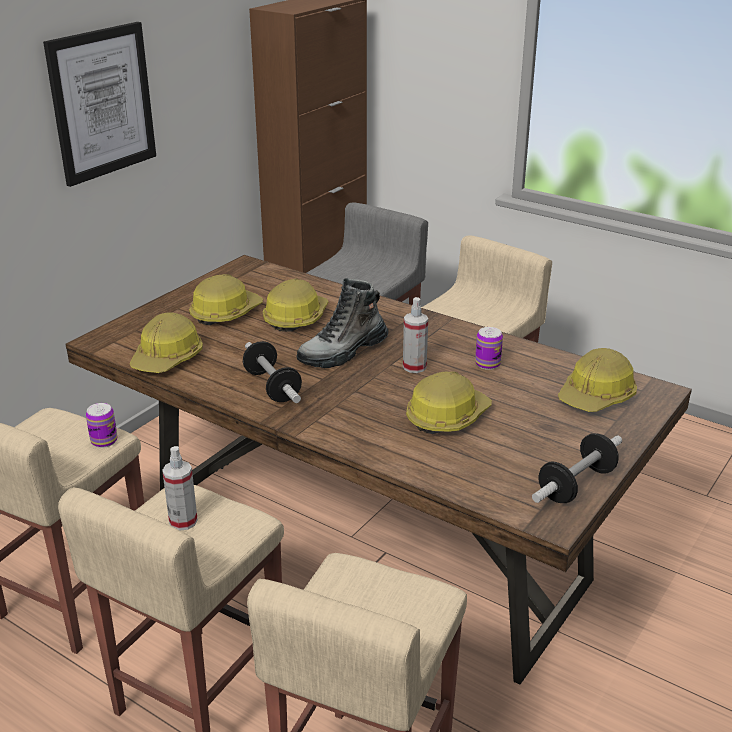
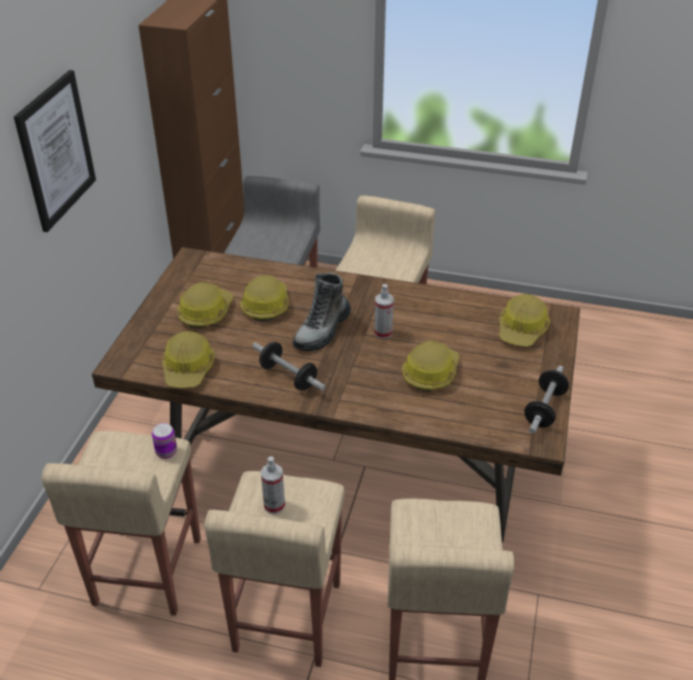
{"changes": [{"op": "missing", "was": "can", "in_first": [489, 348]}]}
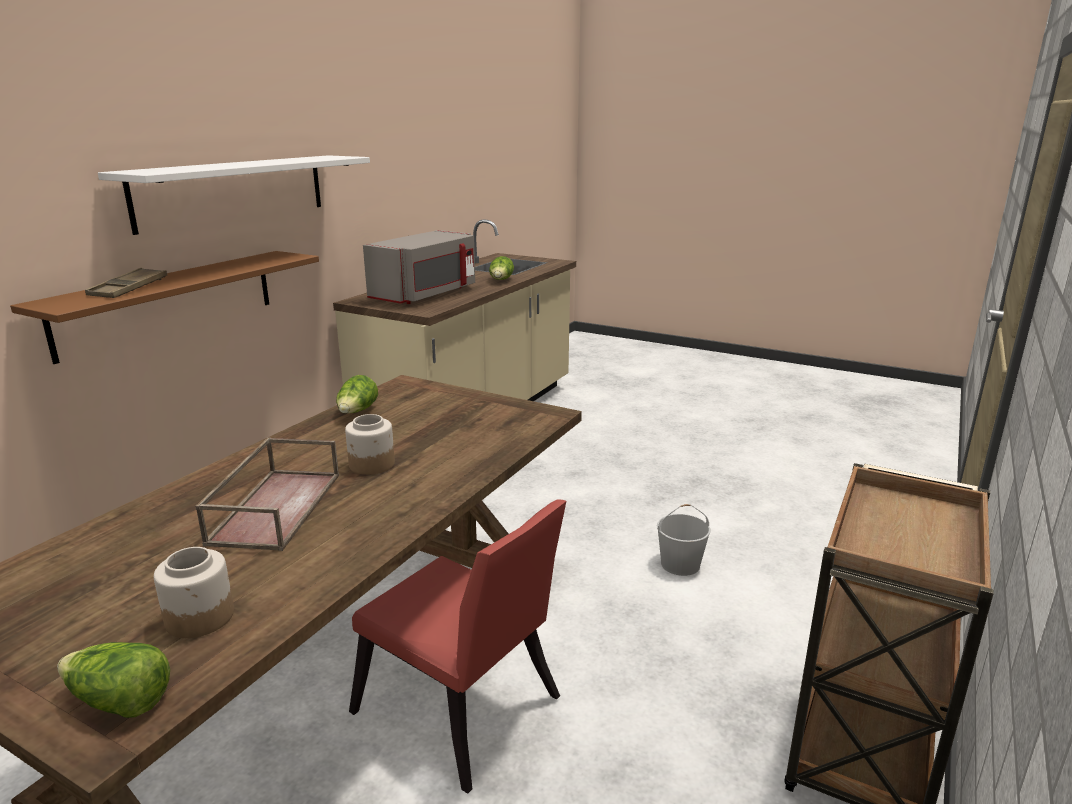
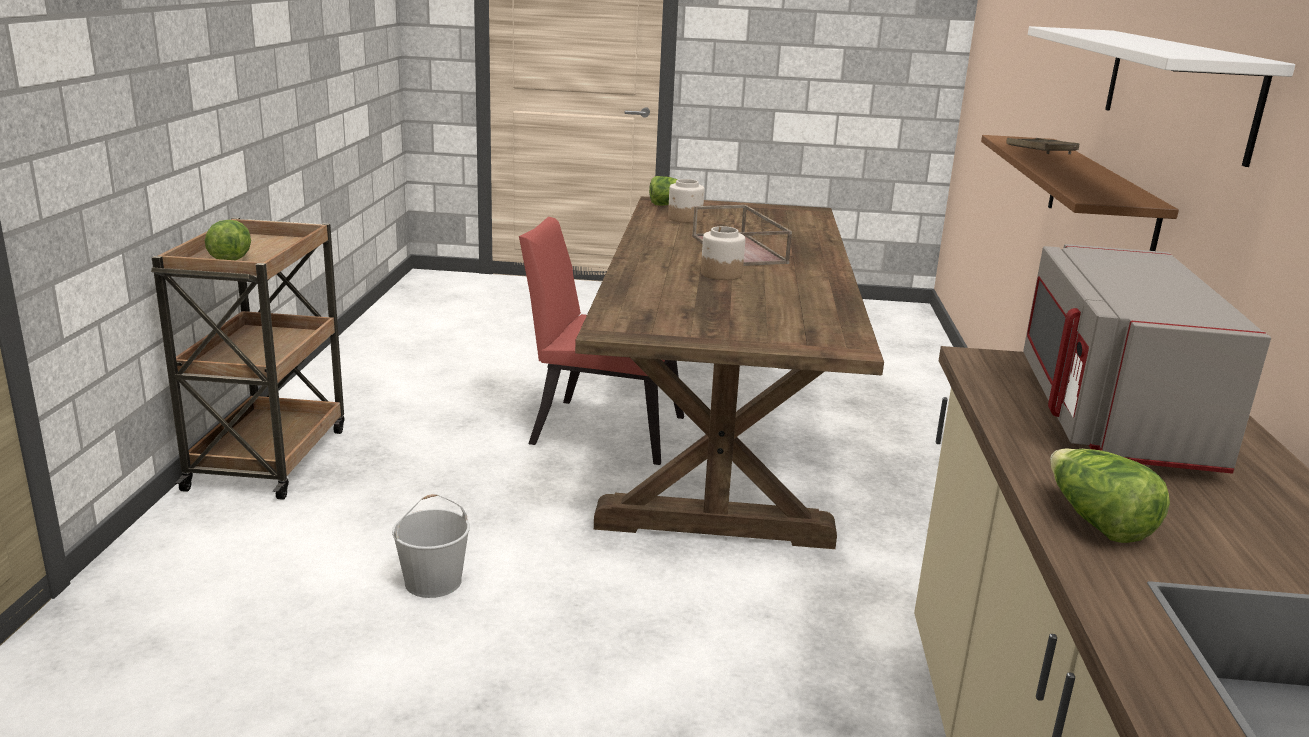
{"changes": [{"op": "relocated", "was": "lettuce", "in_first": [357, 394], "in_second": [227, 240]}]}
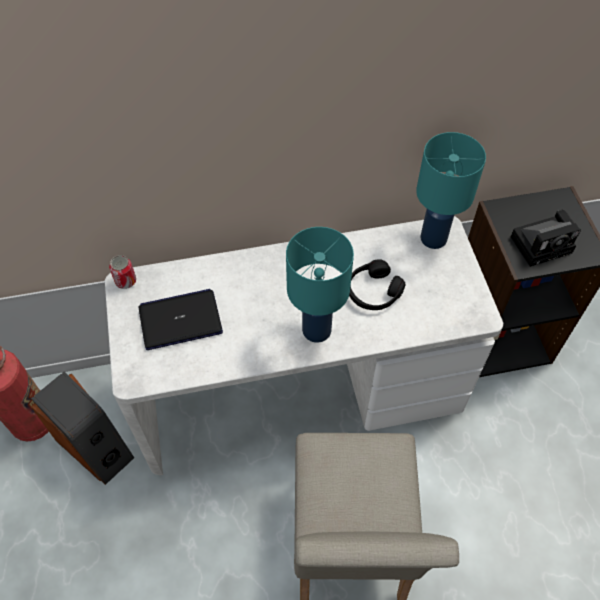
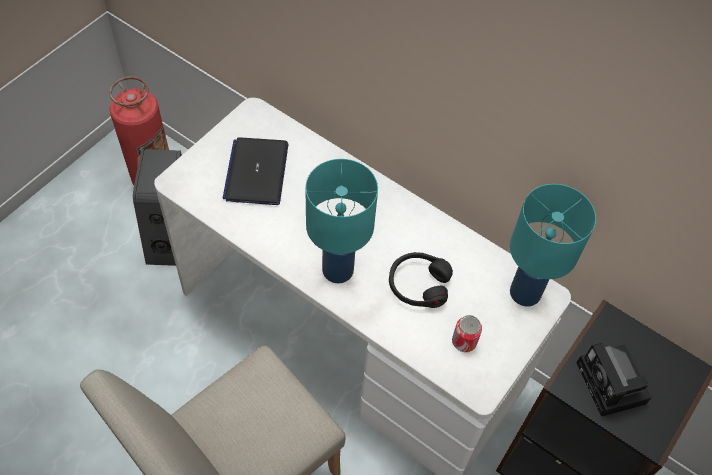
{"changes": [{"op": "spun", "was": "photo camera", "in_first": [546, 238], "in_second": [614, 380], "clockwise": 45}, {"op": "relocated", "was": "can", "in_first": [122, 272], "in_second": [467, 333]}, {"op": "spun", "was": "laptop", "in_first": [181, 319], "in_second": [255, 171], "clockwise": -120}]}
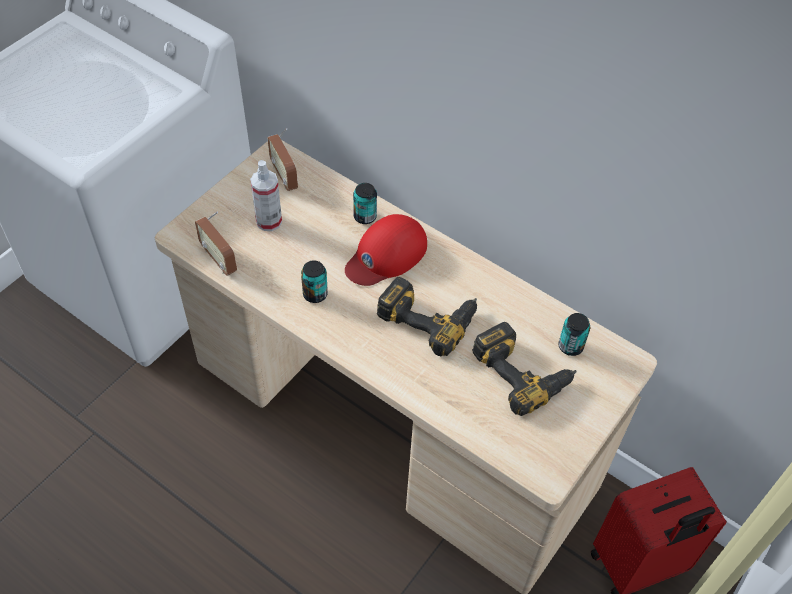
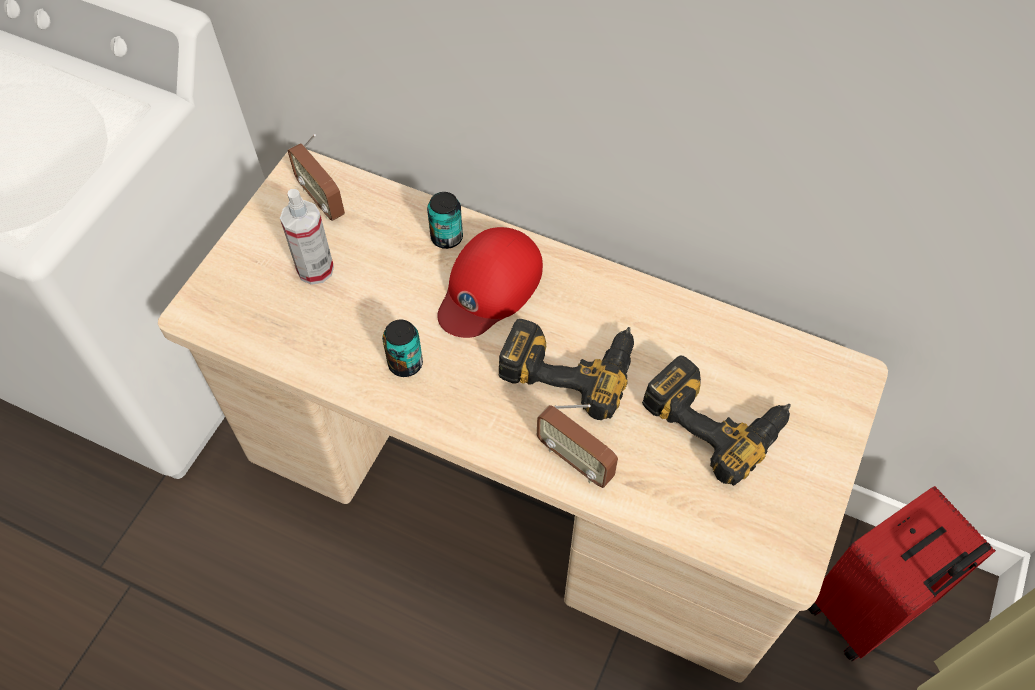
{"changes": [{"op": "relocated", "was": "radio", "in_first": [216, 244], "in_second": [577, 446]}, {"op": "missing", "was": "can", "in_first": [574, 334]}]}
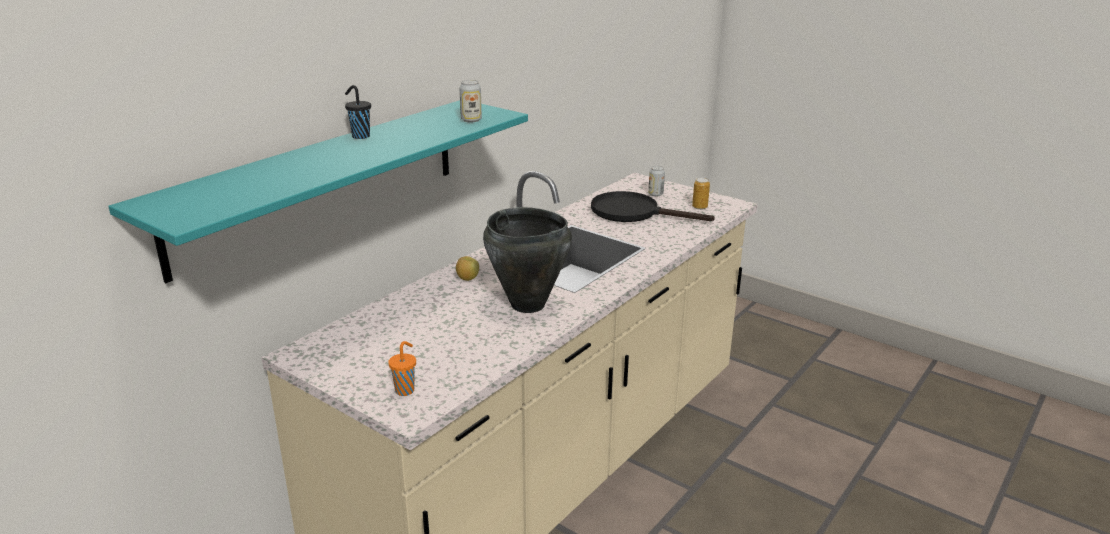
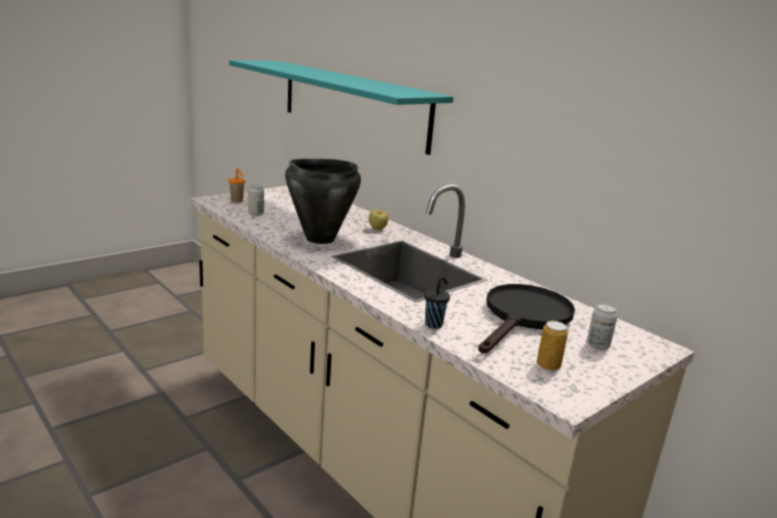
{"changes": [{"op": "relocated", "was": "can", "in_first": [470, 101], "in_second": [256, 200]}, {"op": "relocated", "was": "black cup", "in_first": [358, 112], "in_second": [437, 302]}]}
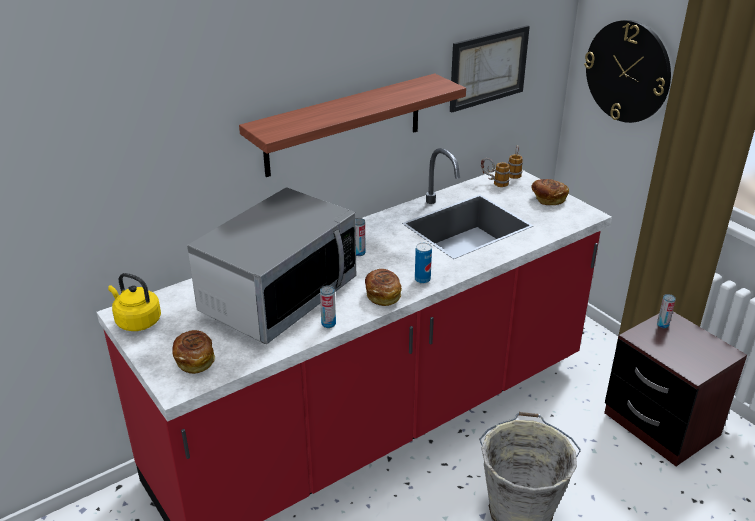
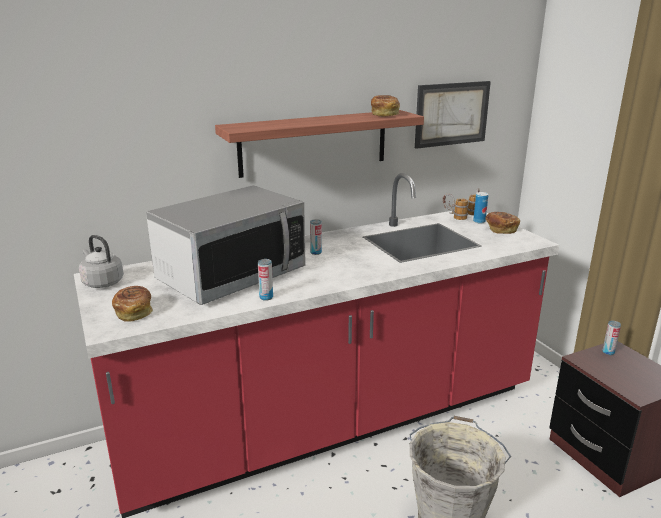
{"changes": [{"op": "missing", "was": "wall clock", "in_first": [627, 71]}, {"op": "relocated", "was": "can", "in_first": [423, 263], "in_second": [480, 208]}, {"op": "relocated", "was": "bread", "in_first": [383, 287], "in_second": [385, 106]}, {"op": "colour", "was": "yellow kettle", "now": "grey kettle", "in_first": [134, 302], "in_second": [101, 261]}]}
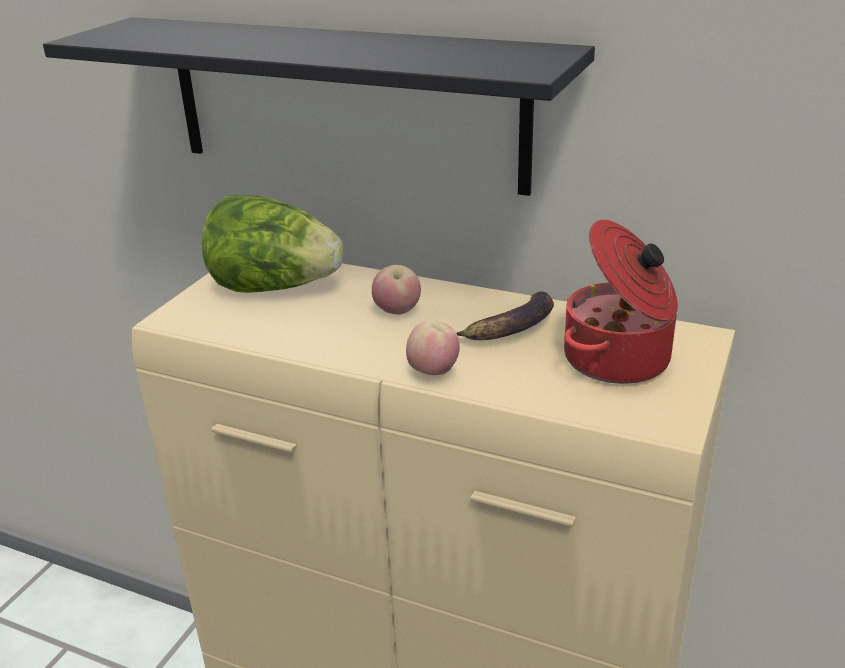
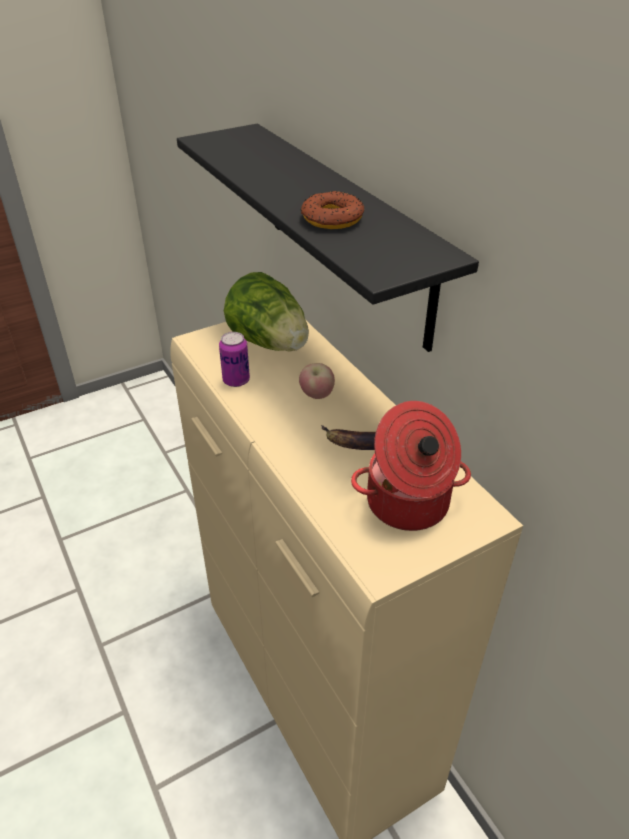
{"changes": [{"op": "missing", "was": "apple", "in_first": [433, 348]}, {"op": "appeared", "now": "donut", "in_second": [332, 210]}, {"op": "appeared", "now": "can", "in_second": [234, 359]}]}
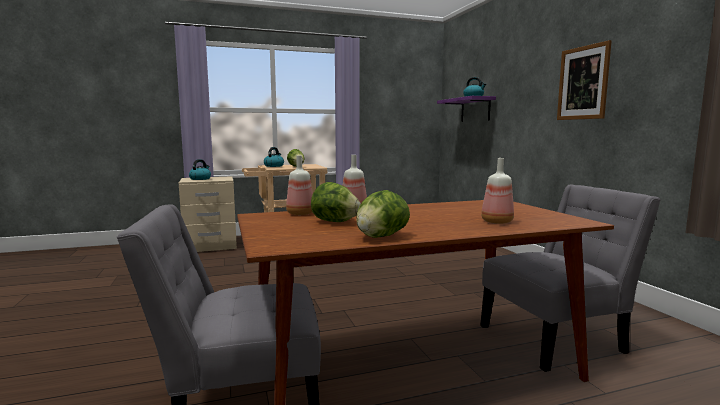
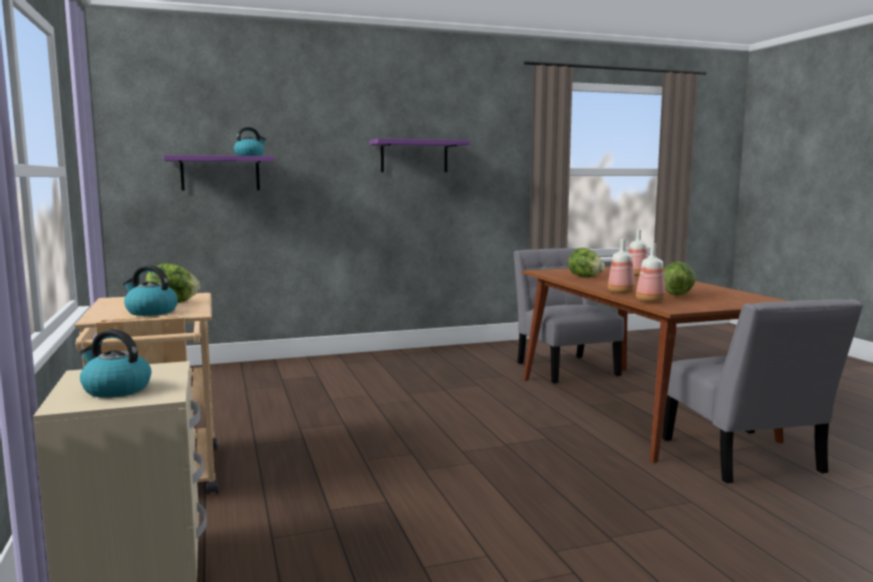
{"changes": [{"op": "exchanged", "was": "picture", "now": "purple shelf", "in_first": [584, 80], "in_second": [419, 155]}, {"op": "relocated", "was": "lettuce", "in_first": [383, 214], "in_second": [586, 262]}]}
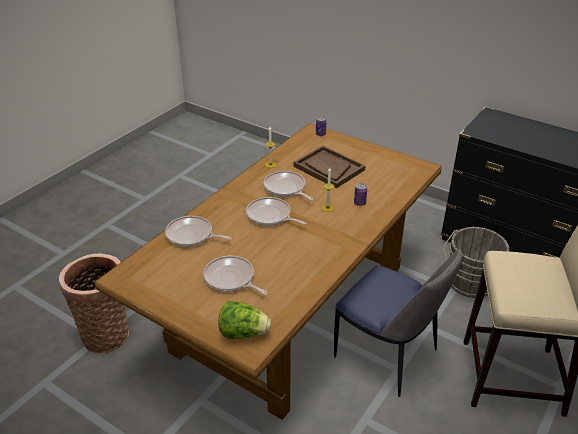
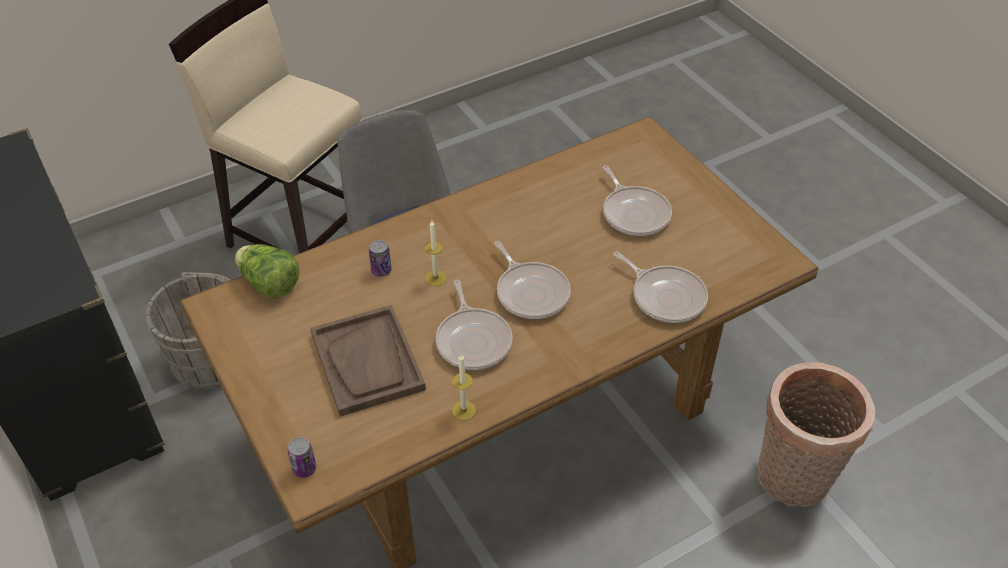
{"changes": [{"op": "relocated", "was": "lettuce", "in_first": [245, 320], "in_second": [267, 271]}]}
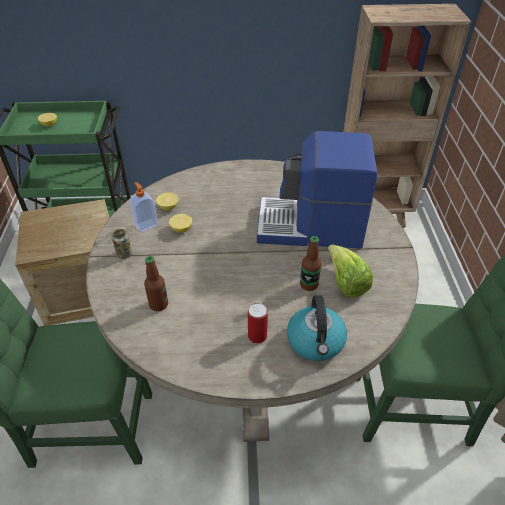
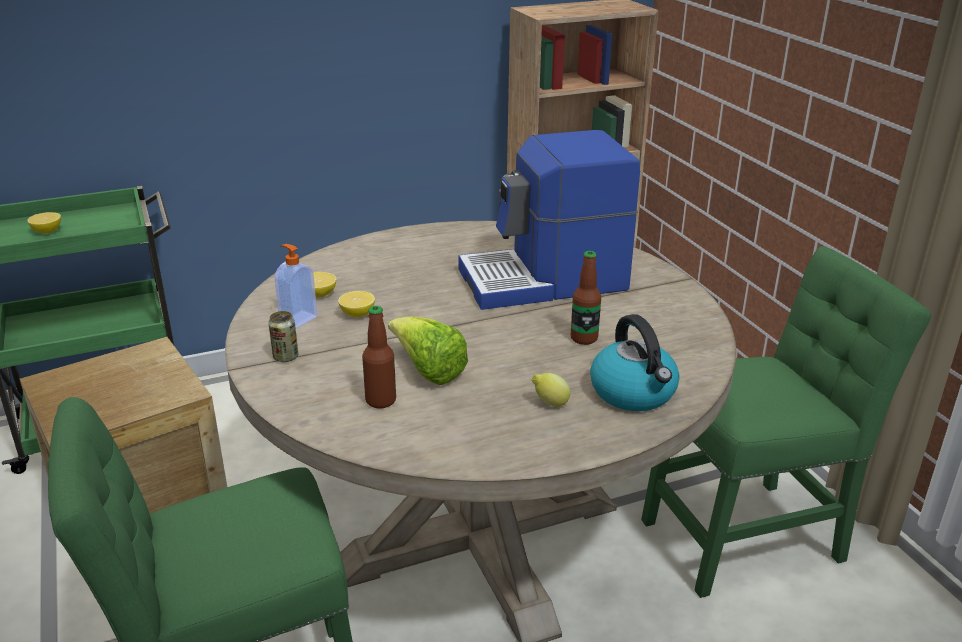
{"changes": [{"op": "relocated", "was": "lettuce", "in_first": [350, 271], "in_second": [428, 351]}, {"op": "exchanged", "was": "can", "now": "lemon", "in_first": [258, 323], "in_second": [551, 390]}]}
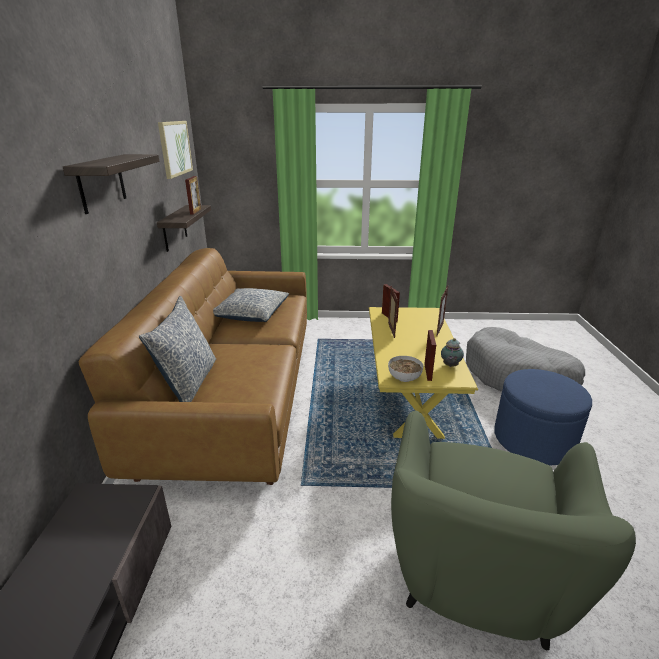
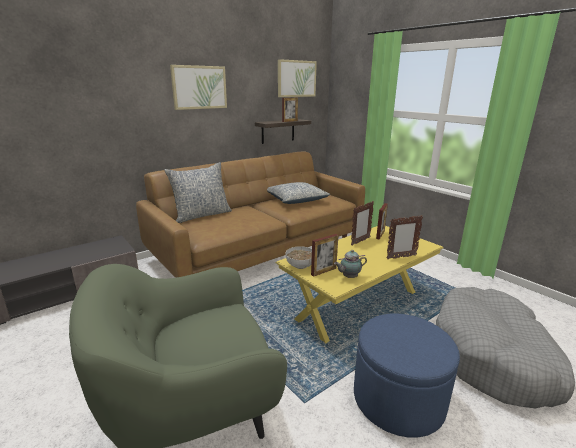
{"changes": [{"op": "exchanged", "was": "shelf", "now": "picture", "in_first": [111, 184], "in_second": [198, 87]}]}
